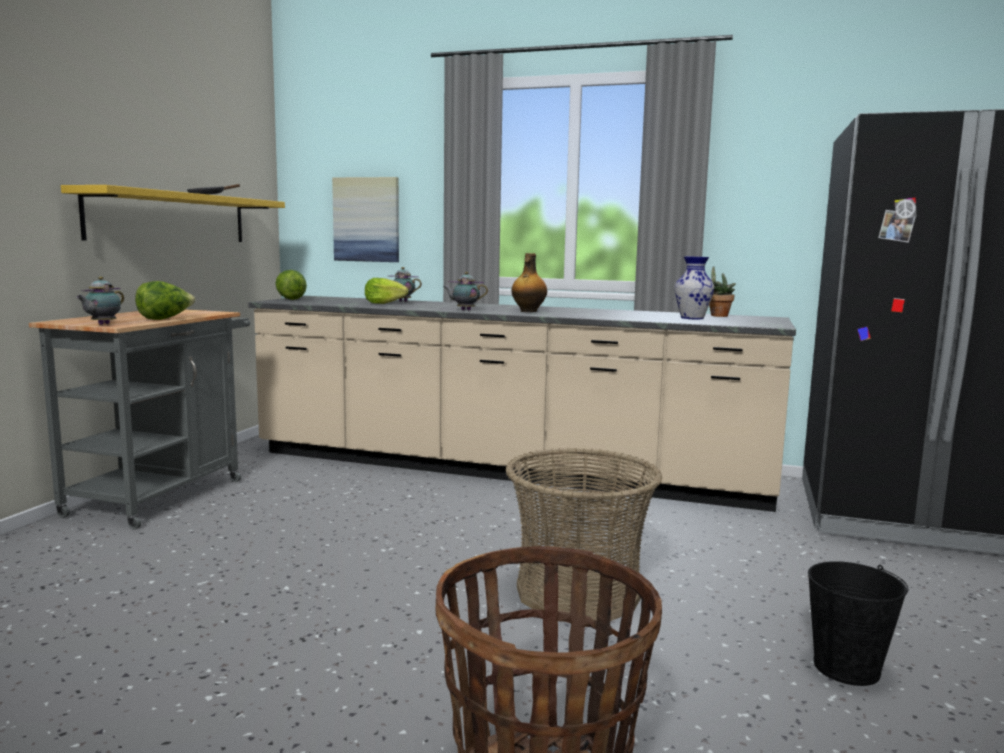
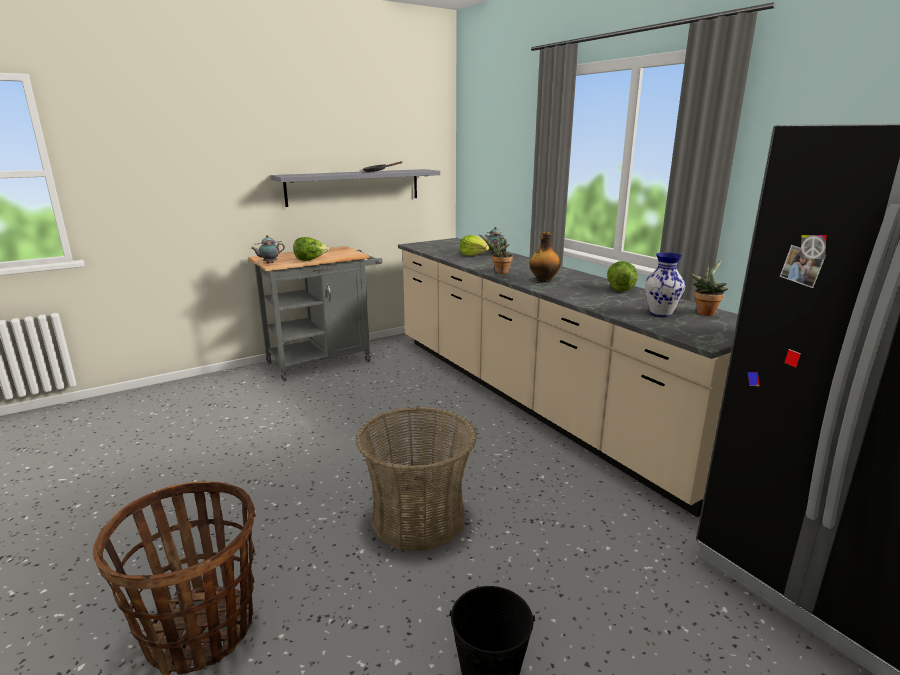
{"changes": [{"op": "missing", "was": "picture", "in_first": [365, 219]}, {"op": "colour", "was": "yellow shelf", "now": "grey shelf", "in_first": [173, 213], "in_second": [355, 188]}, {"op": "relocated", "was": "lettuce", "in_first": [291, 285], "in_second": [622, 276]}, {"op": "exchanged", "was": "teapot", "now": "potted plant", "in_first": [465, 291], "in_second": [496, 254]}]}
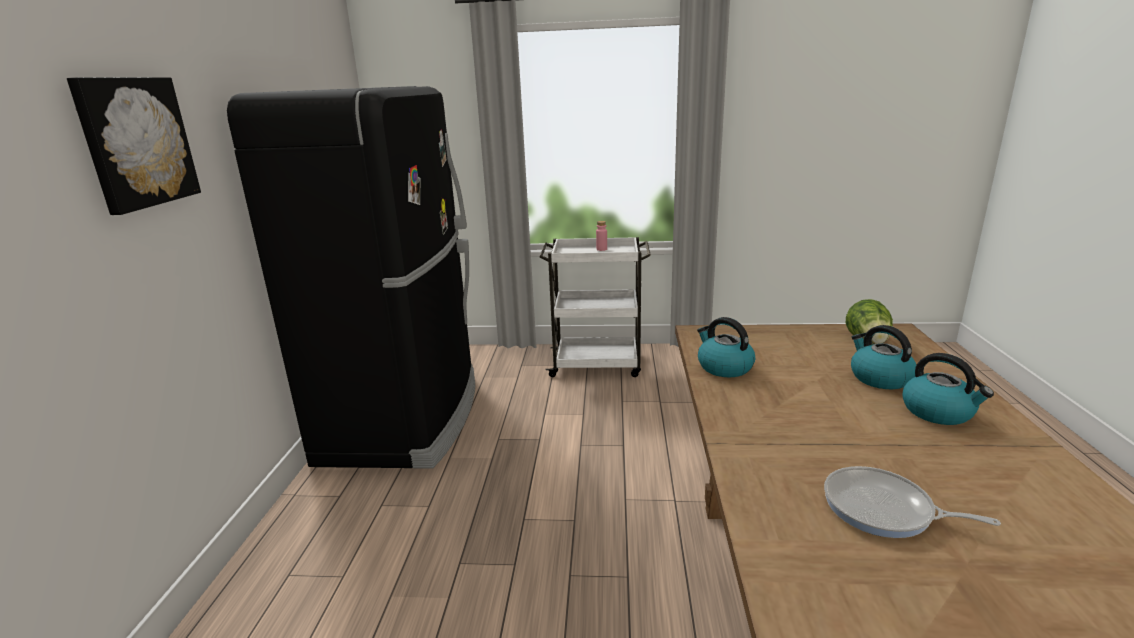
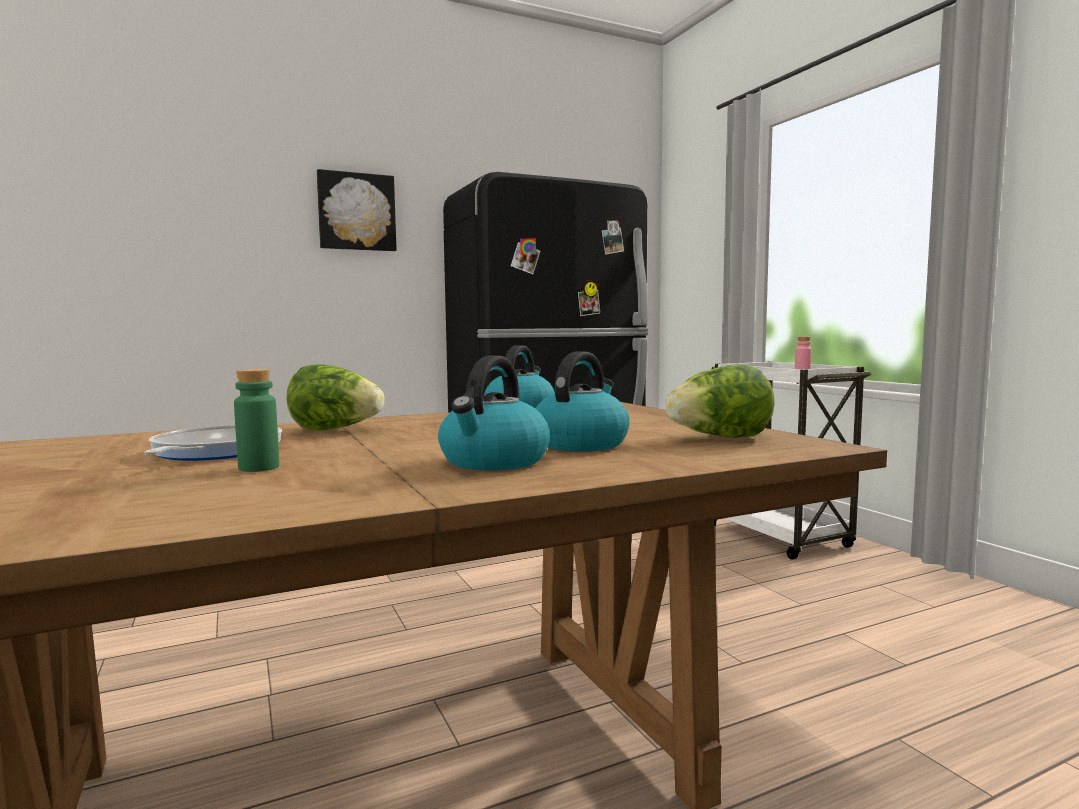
{"changes": [{"op": "appeared", "now": "lettuce", "in_second": [335, 397]}, {"op": "appeared", "now": "green bottle", "in_second": [256, 420]}]}
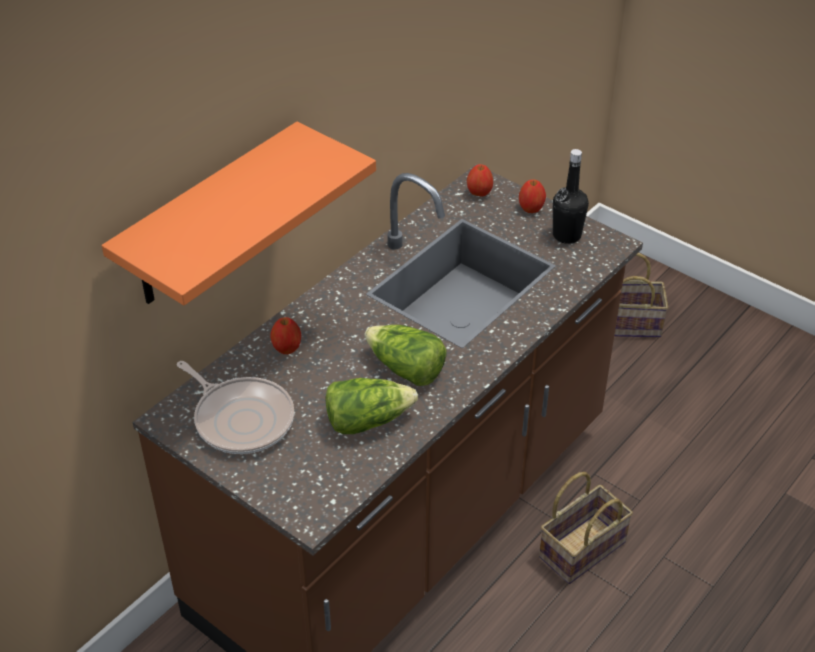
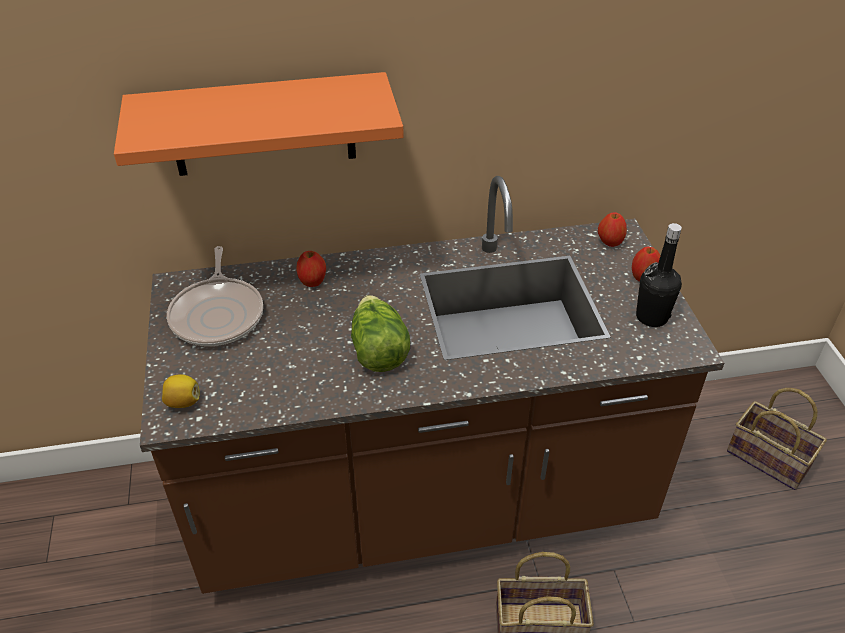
{"changes": [{"op": "missing", "was": "lettuce", "in_first": [371, 406]}, {"op": "appeared", "now": "lemon", "in_second": [181, 391]}]}
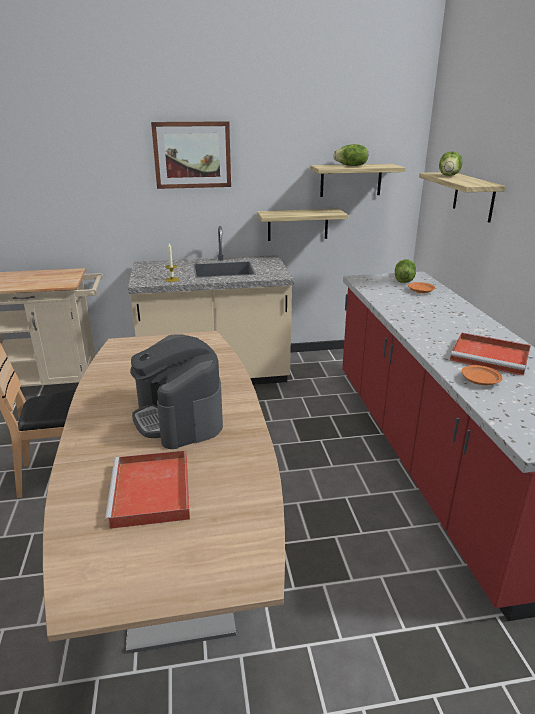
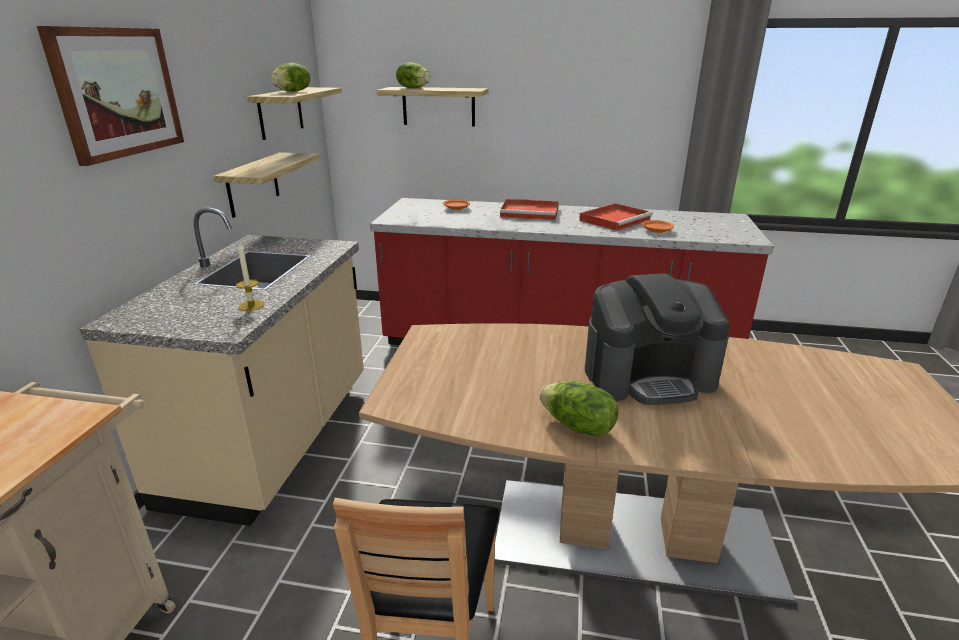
{"changes": [{"op": "relocated", "was": "lettuce", "in_first": [405, 271], "in_second": [579, 409]}, {"op": "relocated", "was": "red tray", "in_first": [147, 489], "in_second": [529, 209]}]}
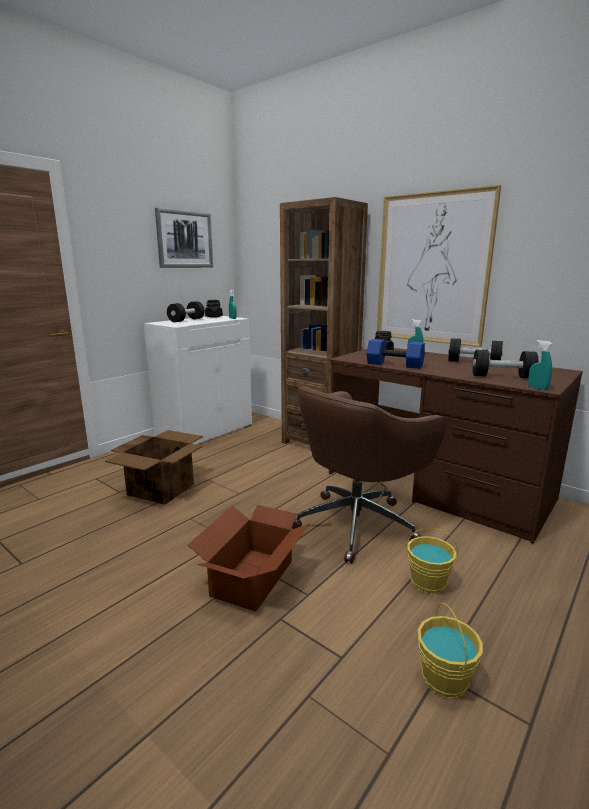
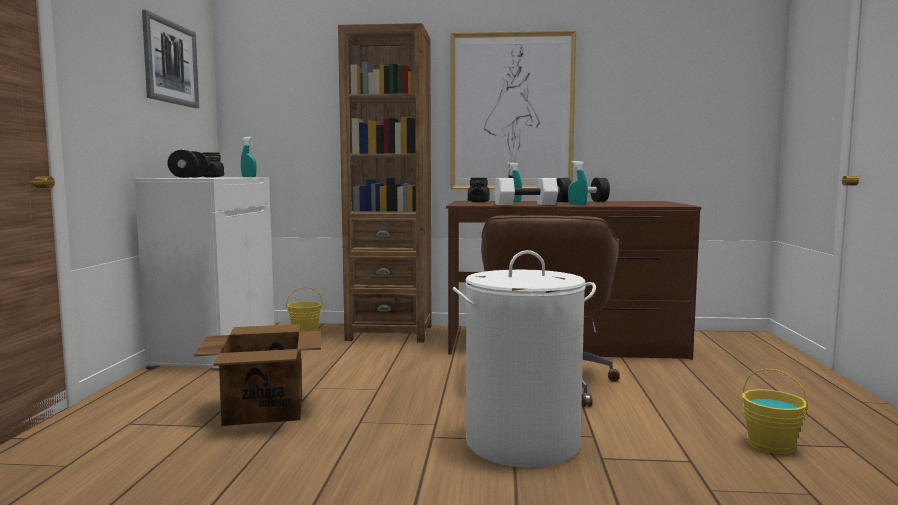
{"changes": [{"op": "colour", "was": "blue dumbbell", "now": "white dumbbell", "in_first": [395, 354], "in_second": [526, 191]}, {"op": "relocated", "was": "turquoise spray bottle", "in_first": [540, 365], "in_second": [578, 183]}, {"op": "missing", "was": "black dumbbell", "in_first": [505, 364]}, {"op": "exchanged", "was": "cardboard box", "now": "white laundry basket", "in_first": [248, 558], "in_second": [524, 359]}, {"op": "relocated", "was": "yellow bucket", "in_first": [432, 561], "in_second": [304, 309]}]}
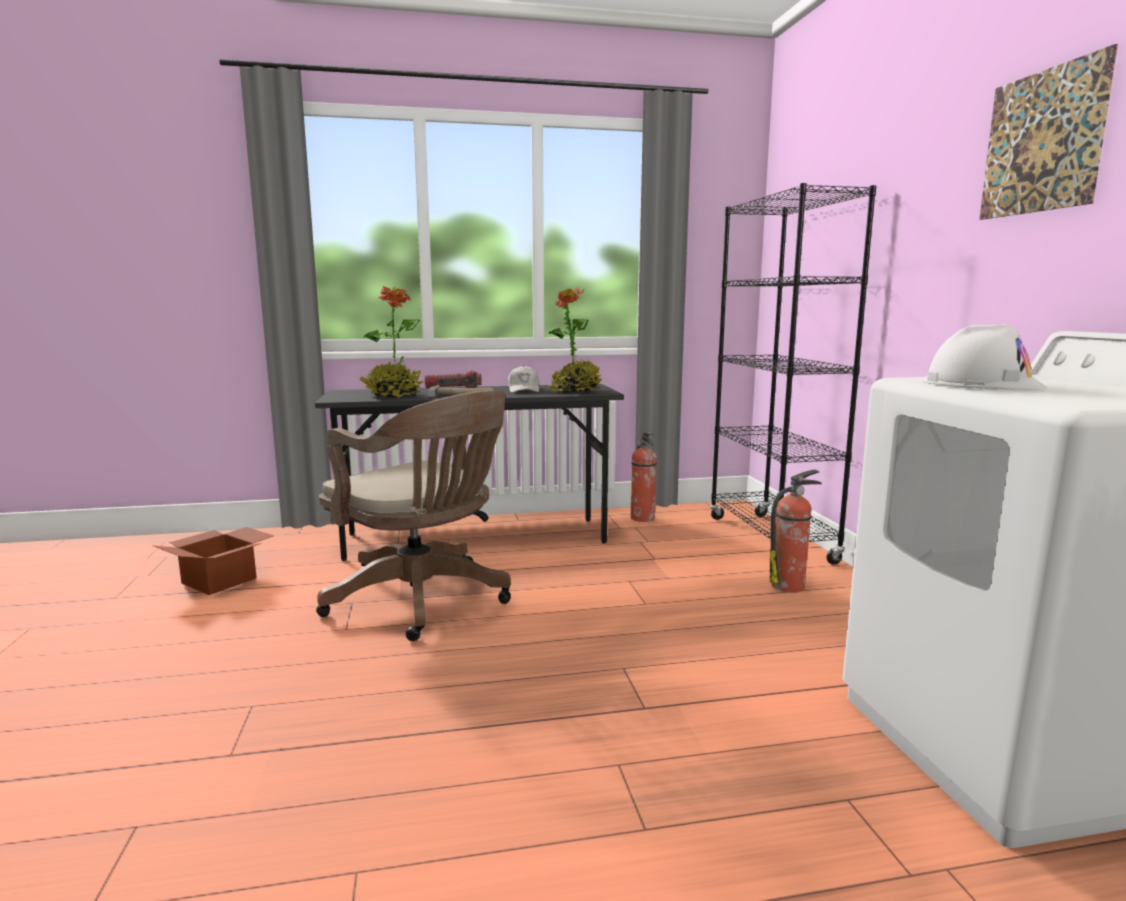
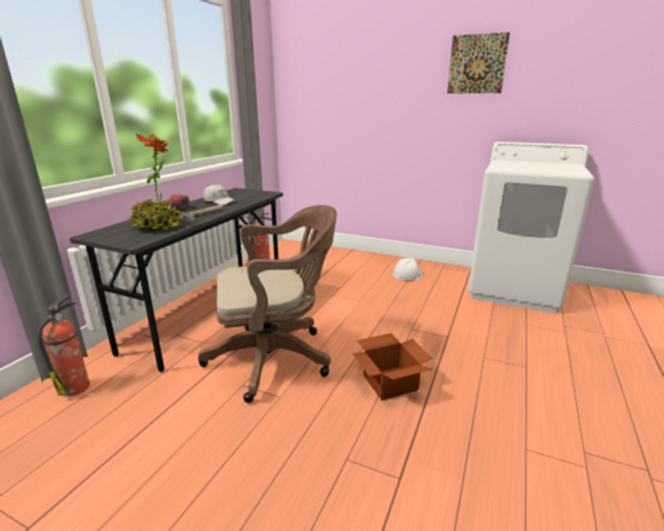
{"changes": [{"op": "missing", "was": "black bookcase", "in_first": [792, 374]}, {"op": "missing", "was": "potted plant", "in_first": [575, 339]}, {"op": "relocated", "was": "white hard hat", "in_first": [985, 357], "in_second": [408, 269]}, {"op": "relocated", "was": "fire extinguisher", "in_first": [796, 531], "in_second": [63, 346]}, {"op": "relocated", "was": "cardboard box", "in_first": [213, 561], "in_second": [392, 366]}]}
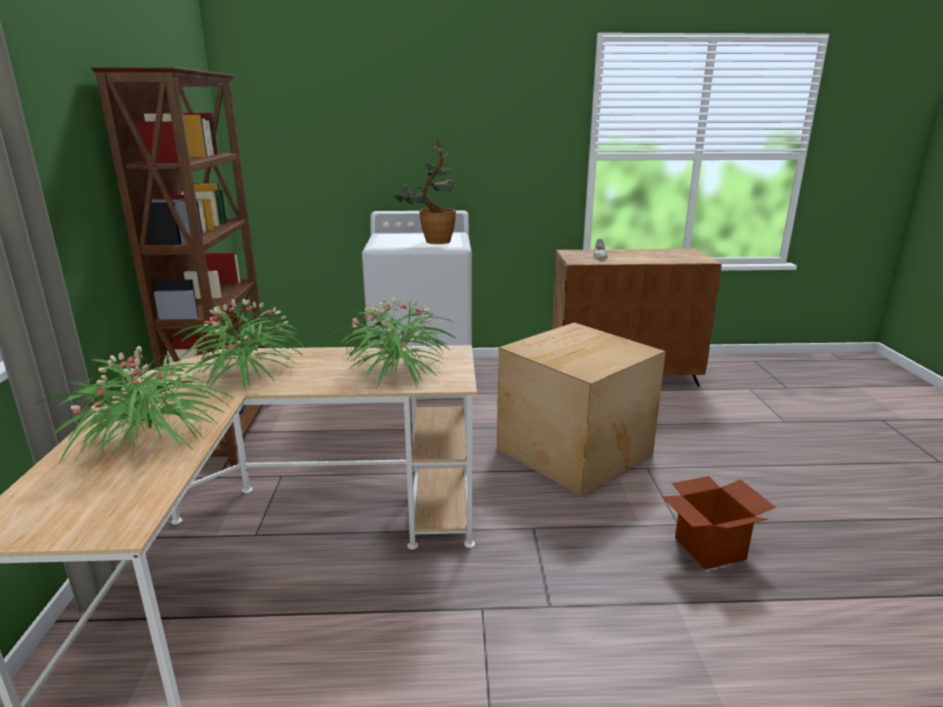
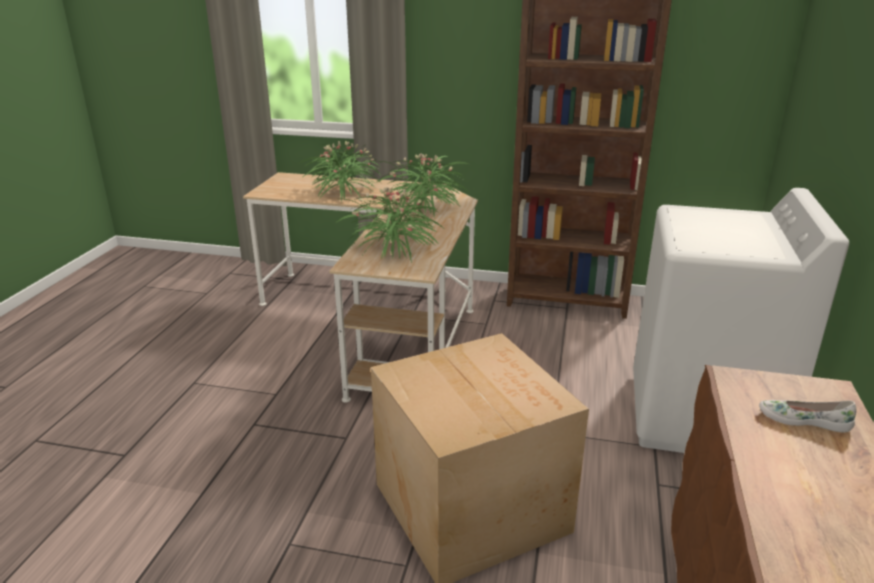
{"changes": [{"op": "missing", "was": "potted plant", "in_first": [424, 191]}, {"op": "missing", "was": "cardboard box", "in_first": [719, 523]}]}
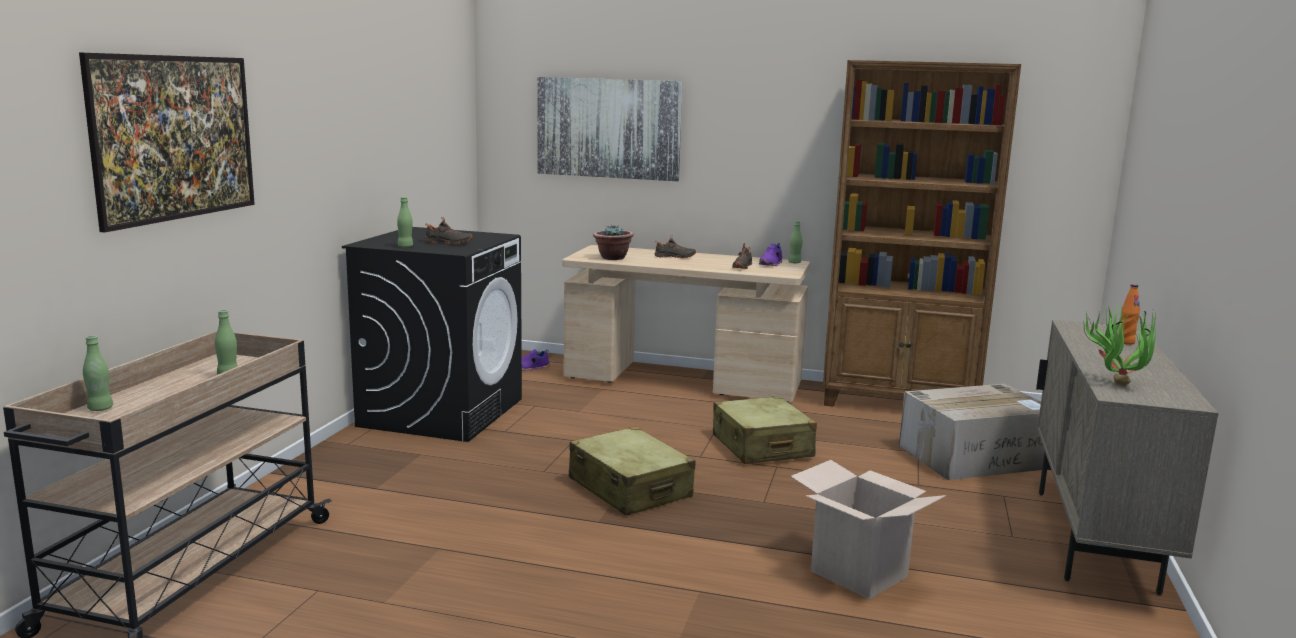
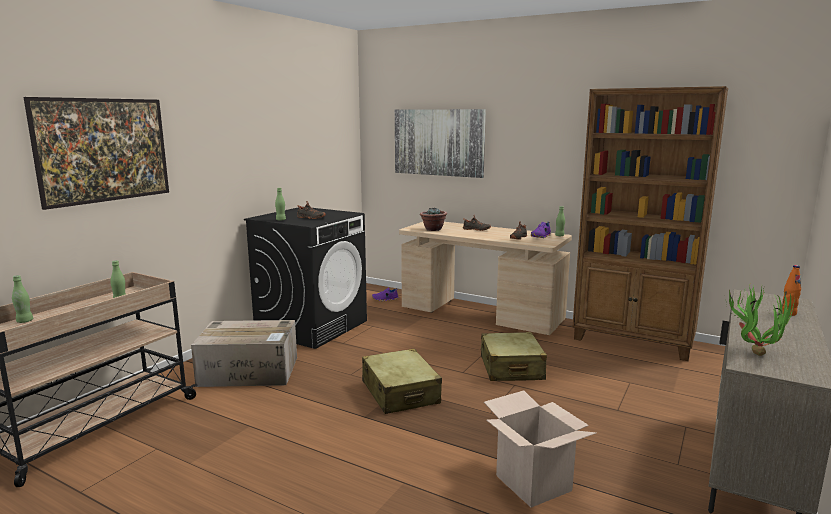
{"changes": [{"op": "relocated", "was": "cardboard box", "in_first": [972, 432], "in_second": [244, 353]}]}
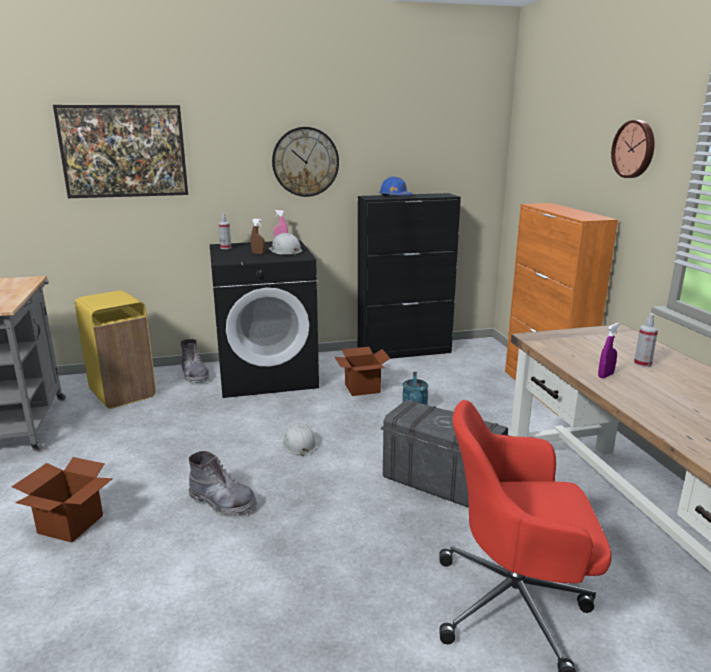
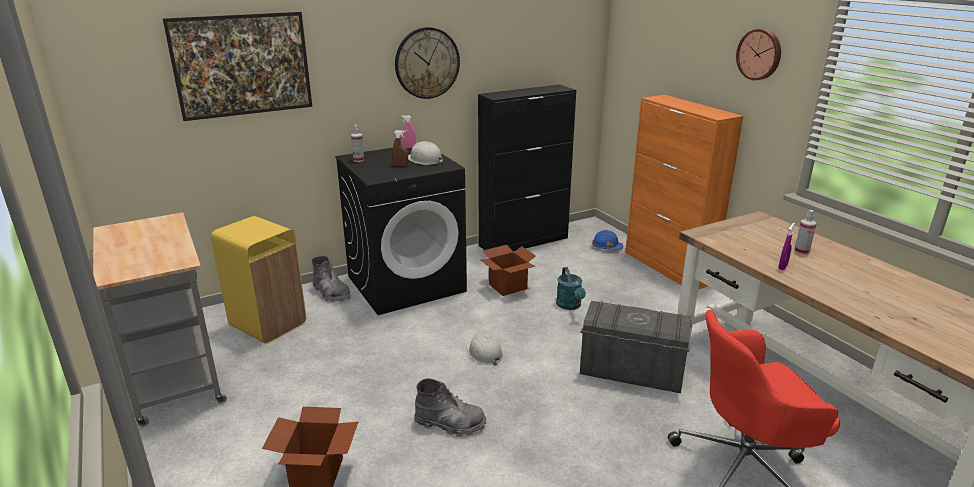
{"changes": [{"op": "relocated", "was": "blue hard hat", "in_first": [395, 186], "in_second": [608, 240]}]}
